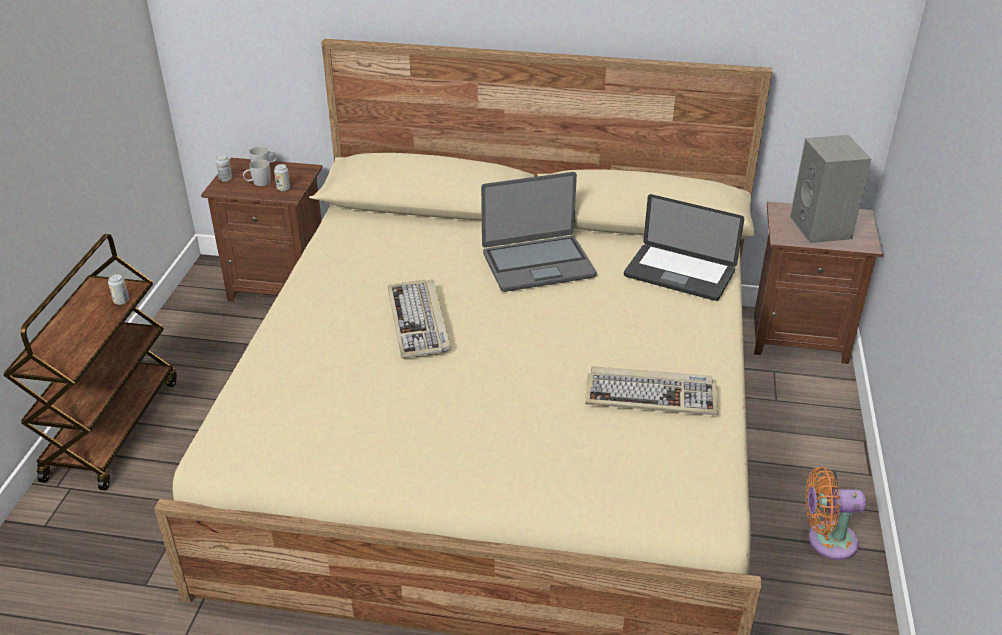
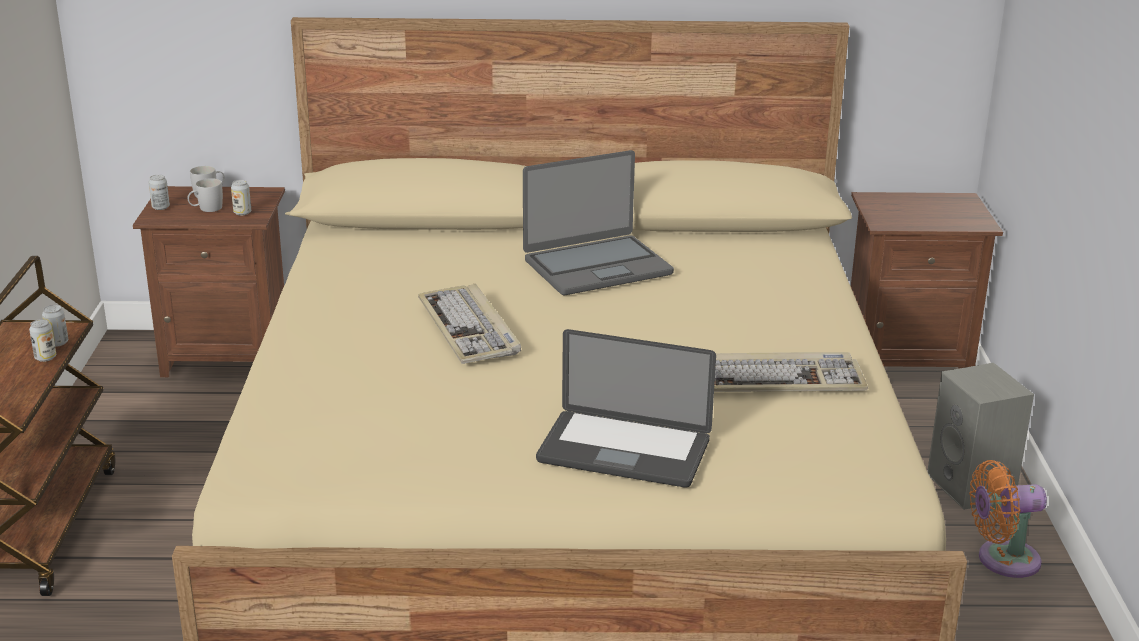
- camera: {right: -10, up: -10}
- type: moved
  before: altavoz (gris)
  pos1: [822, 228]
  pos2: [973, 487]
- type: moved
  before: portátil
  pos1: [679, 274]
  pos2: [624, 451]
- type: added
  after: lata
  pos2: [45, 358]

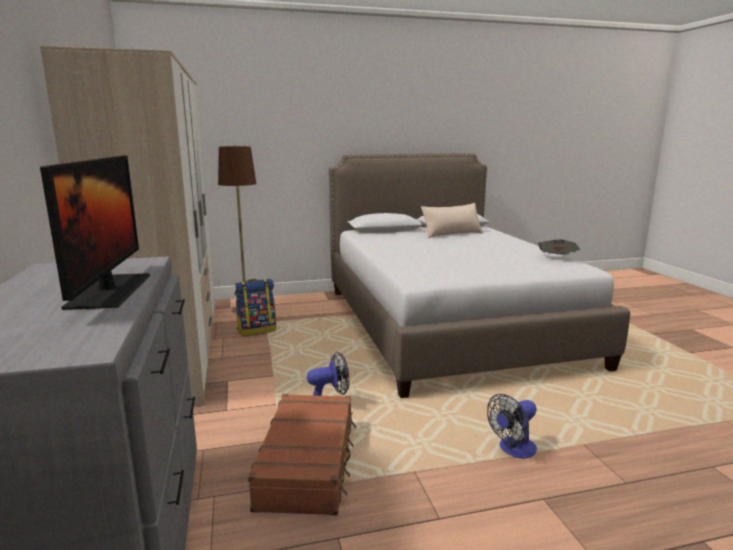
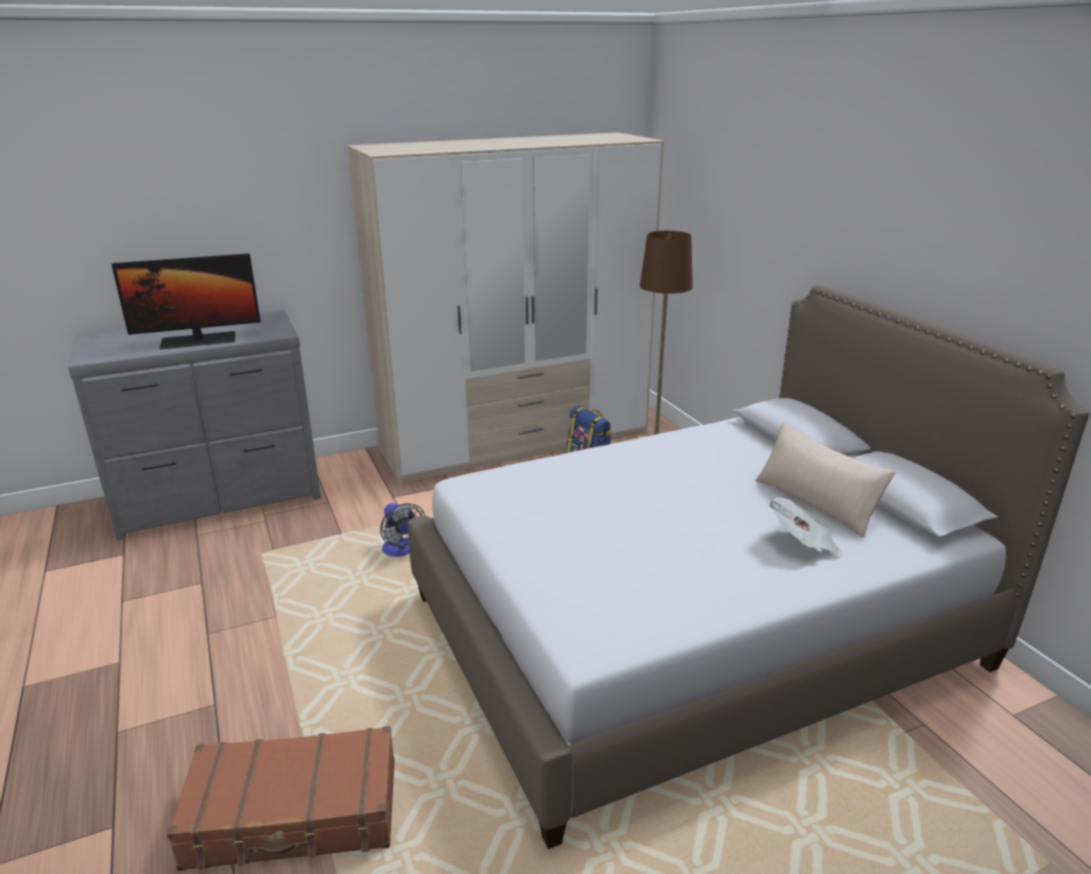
- camera: {right: 80, up: 10}
- type: moved
  before: periódico
  pos1: [557, 258]
  pos2: [802, 544]
- type: moved
  before: maleta (marrón)
  pos1: [308, 463]
  pos2: [294, 815]
- type: removed
  before: ventilador
  pos1: [513, 450]

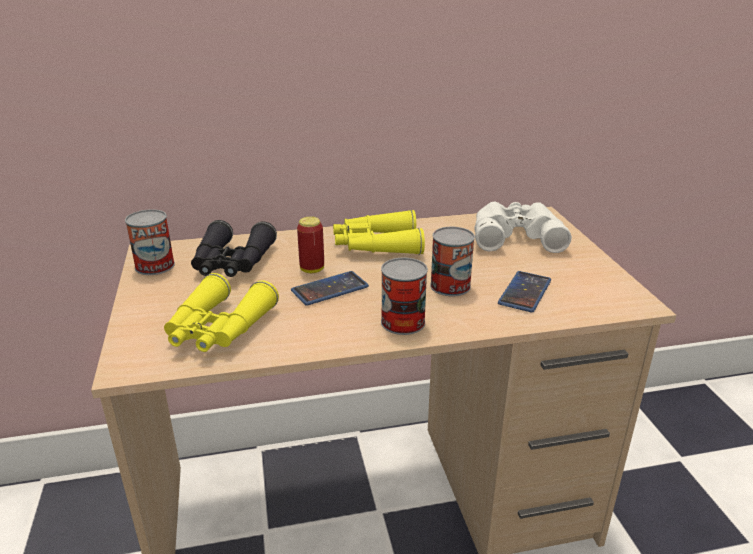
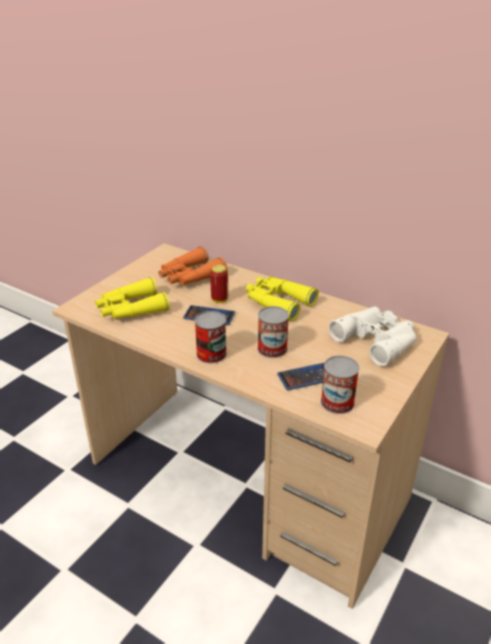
- camera: {right: 45, up: 5}
- type: moved
  before: lata
  pos1: [155, 266]
  pos2: [337, 402]
- type: recoloured
  before: prismáticos (negro)
  after: prismáticos (naranja)
  pos1: [232, 263]
  pos2: [190, 276]

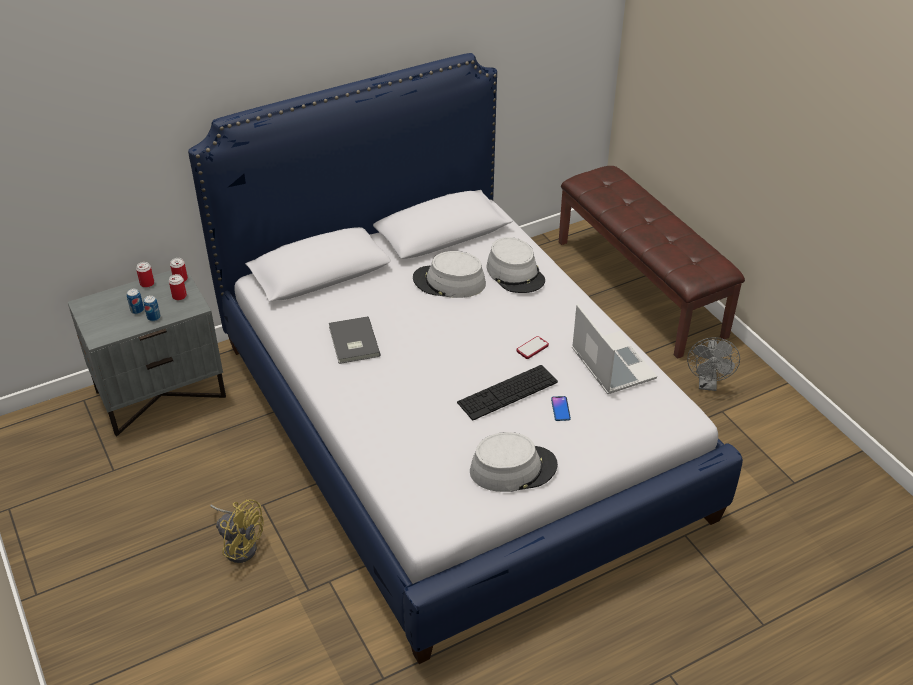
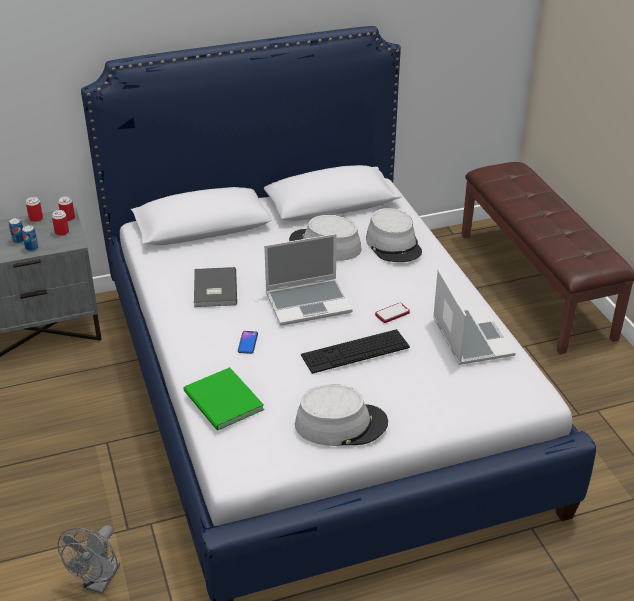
- camera: {right: 10, up: -5}
- type: moved
  before: ventilador (gris)
  pos1: [707, 384]
  pos2: [99, 582]
- type: moved
  before: móvil
  pos1: [560, 409]
  pos2: [248, 343]
- type: removed
  before: ventilador (amarillo)
  pos1: [240, 544]
- type: added
  after: portátil
  pos2: [309, 302]
- type: added
  after: libro (verde)
  pos2: [223, 402]

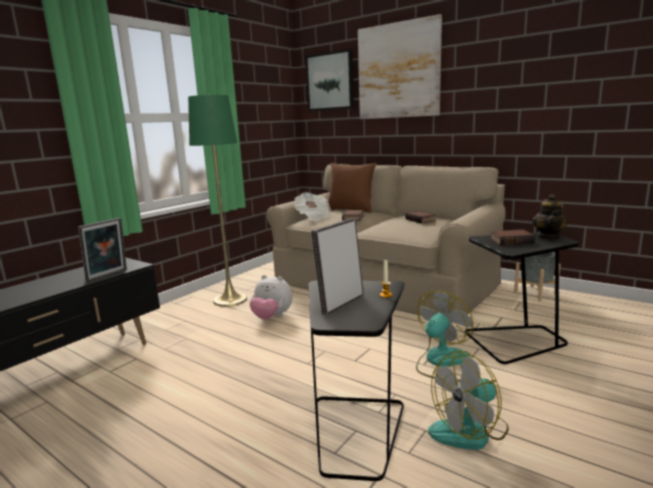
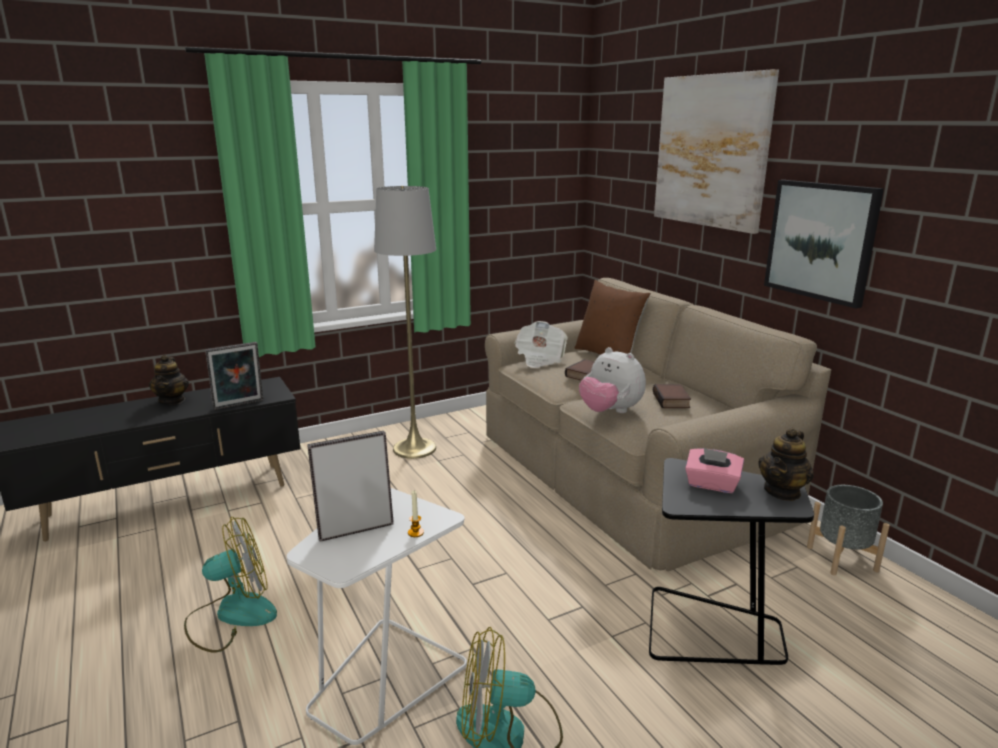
- camera: {right: 25, up: 5}
- type: moved
  before: cuadro
  pos1: [330, 81]
  pos2: [821, 241]
- type: recoloured
  before: lámpara de pie (verde)
  after: lámpara de pie (gris)
  pos1: [230, 300]
  pos2: [414, 448]
- type: replaced
  before: libro
  after: caja de pañuelos (rosa)
  pos1: [511, 241]
  pos2: [712, 485]
- type: moved
  before: peluche
  pos1: [272, 317]
  pos2: [610, 412]
- type: recoloured
  before: mesa auxiliar (negro)
  after: mesa auxiliar (blanco)
  pos1: [356, 433]
  pos2: [384, 679]
- type: moved
  before: ventilador
  pos1: [442, 362]
  pos2: [231, 615]
- type: added
  after: tetera
  pos2: [172, 400]

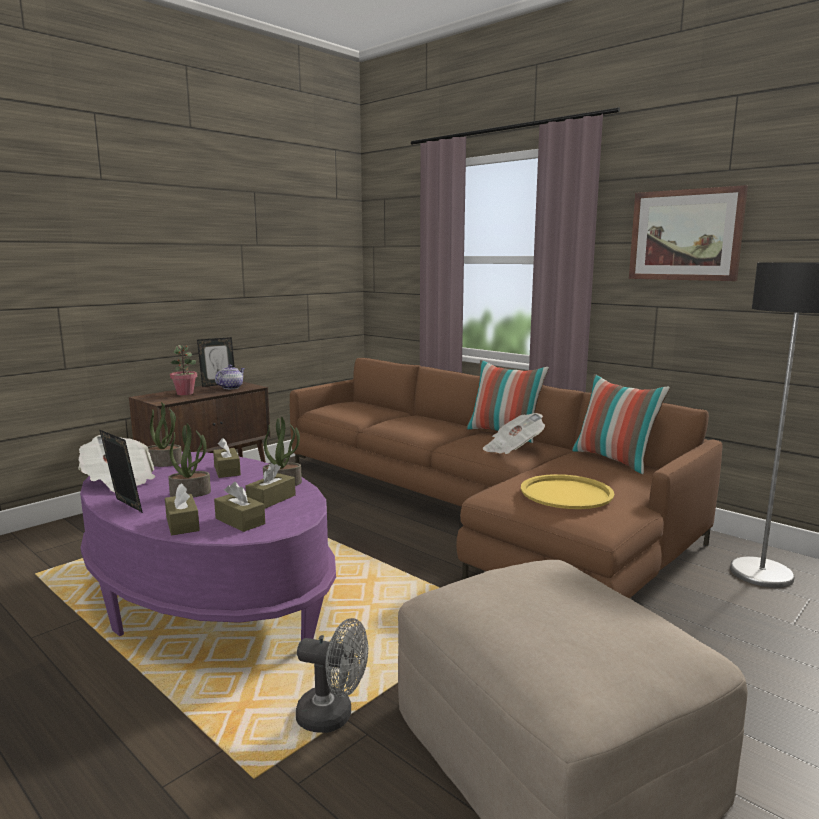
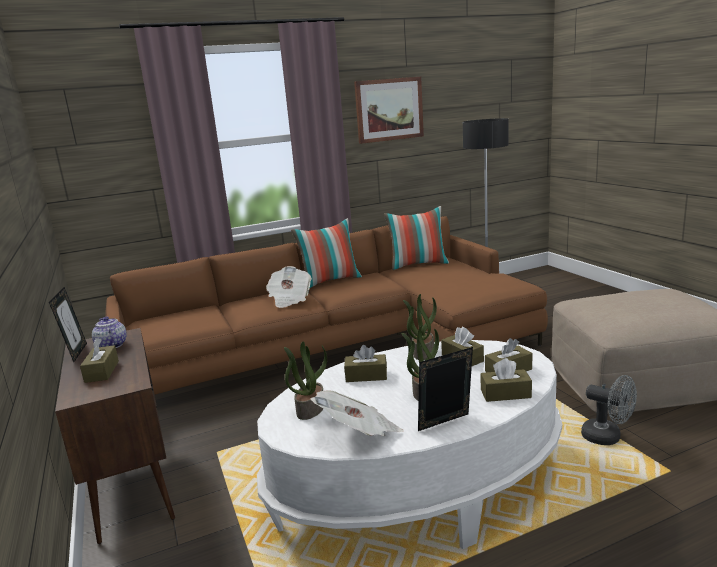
- camera: {right: -65, up: 5}
- type: replaced
  before: planta en maceta
  after: caja de pañuelos (marrón)
  pos1: [185, 393]
  pos2: [102, 371]
- type: moved
  before: periódico
  pos1: [512, 449]
  pos2: [289, 299]
- type: recoloured
  before: mesa de centro (morado)
  after: mesa de centro (blanco)
  pos1: [208, 596]
  pos2: [418, 487]
- type: removed
  before: bandeja (amarillo)
  pos1: [566, 493]
- type: turned
  before: ventilador (gris)
  pos1: [333, 716]
  pos2: [607, 437]
  turn: 90

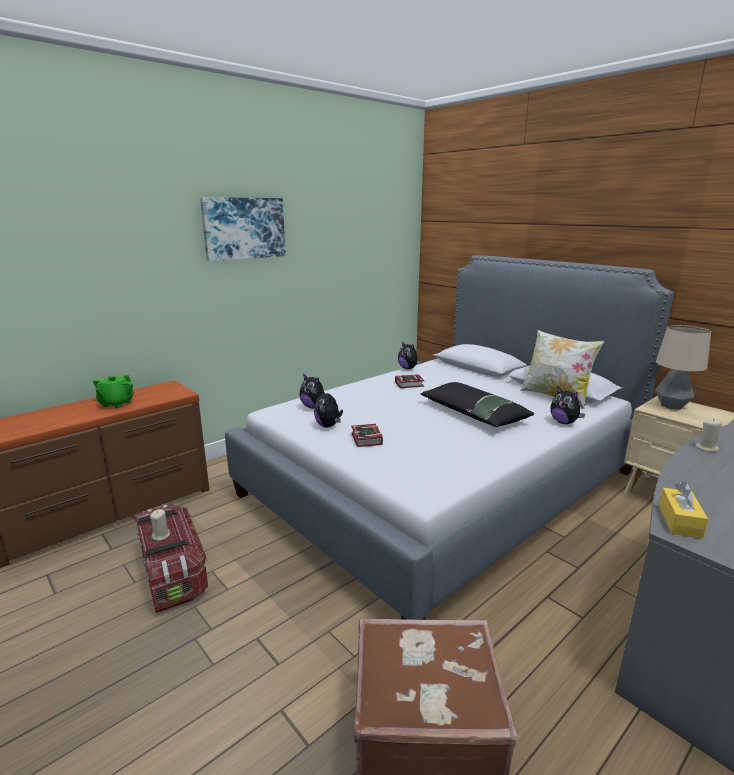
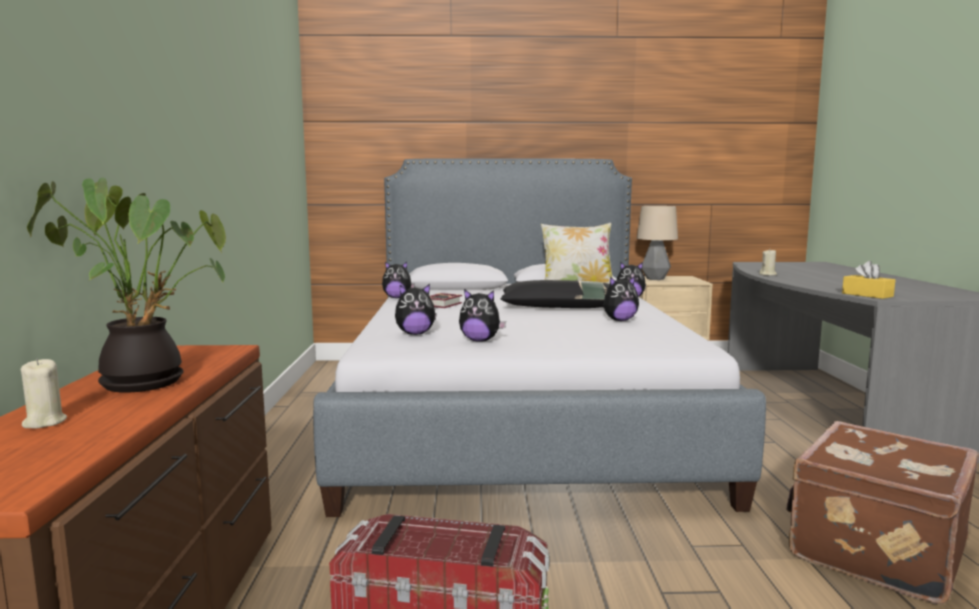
- camera: {right: -50, up: -10}
- type: removed
  before: cuadro
  pos1: [244, 228]
- type: replaced
  before: tetera (verde)
  after: planta en maceta
  pos1: [116, 404]
  pos2: [147, 381]
- type: removed
  before: libro
  pos1: [366, 439]
- type: moved
  before: vela (beis)
  pos1: [161, 535]
  pos2: [44, 422]
- type: added
  after: peluche
  pos2: [619, 320]

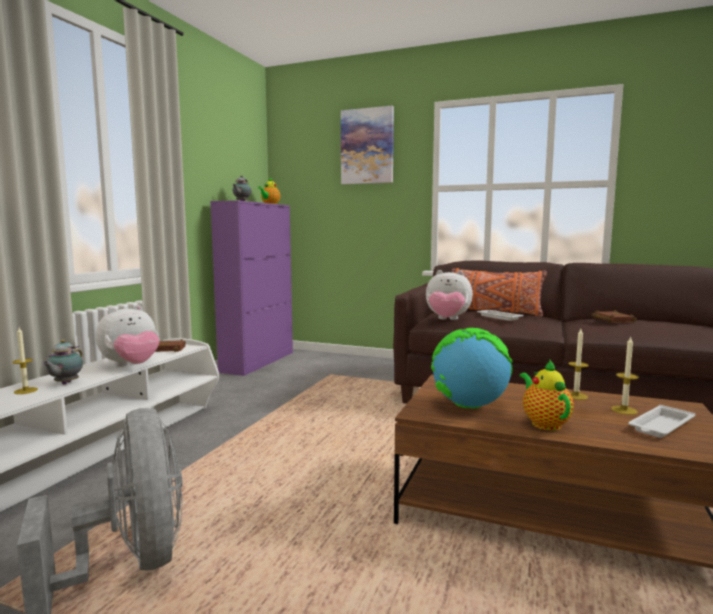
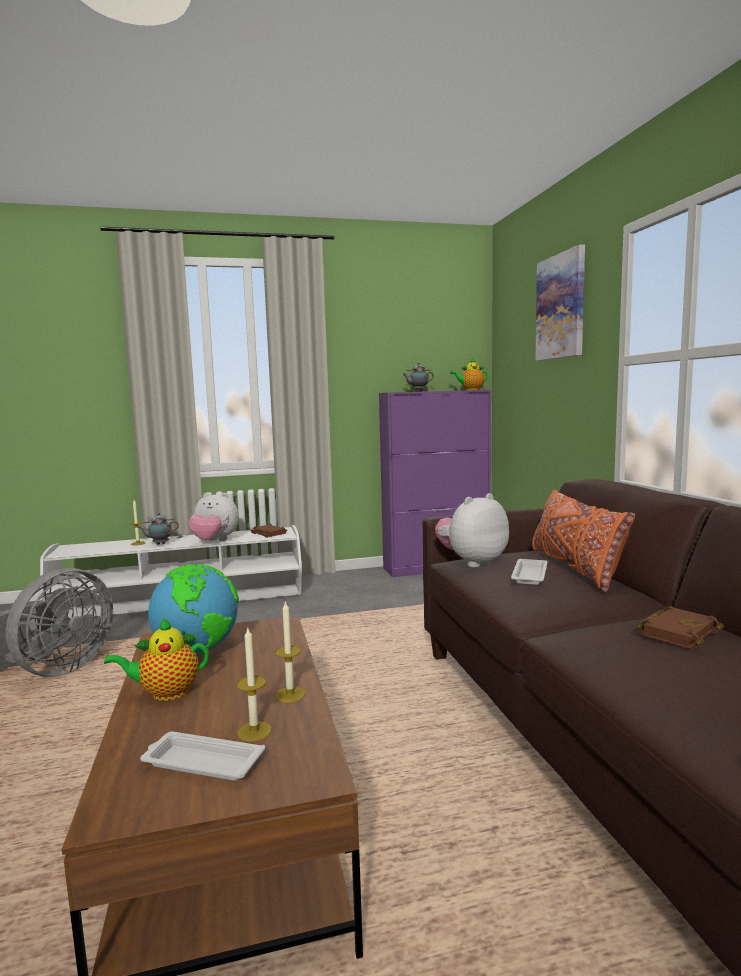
- camera: {right: 55, up: 0}
- type: turned
  before: peluche
  pos1: [447, 320]
  pos2: [472, 562]
  turn: 75
- type: turned
  before: tetera
  pos1: [544, 423]
  pos2: [165, 693]
  turn: -150

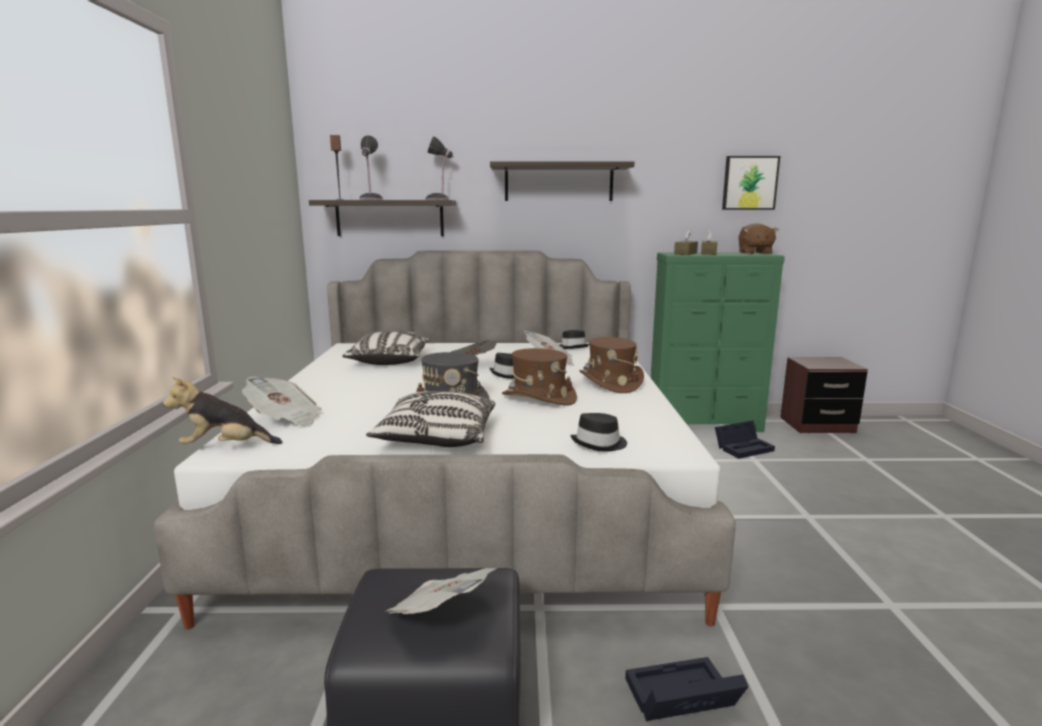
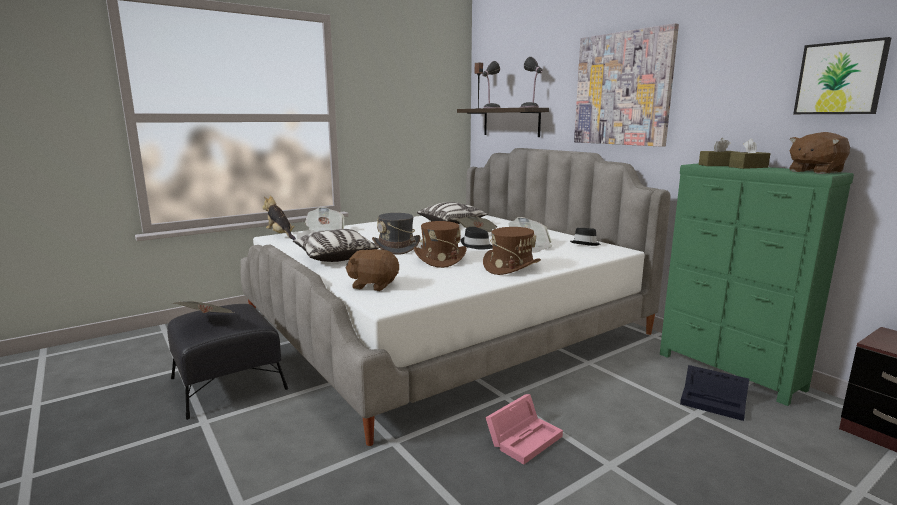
- camera: {right: 55, up: 0}
- type: replaced
  before: estante
  after: cuadro
  pos1: [558, 182]
  pos2: [623, 89]
- type: replaced
  before: sombrero (negro)
  after: peluche (marrón)
  pos1: [600, 443]
  pos2: [373, 285]
- type: removed
  before: caja de almacenaje (negro)
  pos1: [679, 700]
- type: added
  after: caja de almacenaje (rosa)
  pos2: [524, 437]

